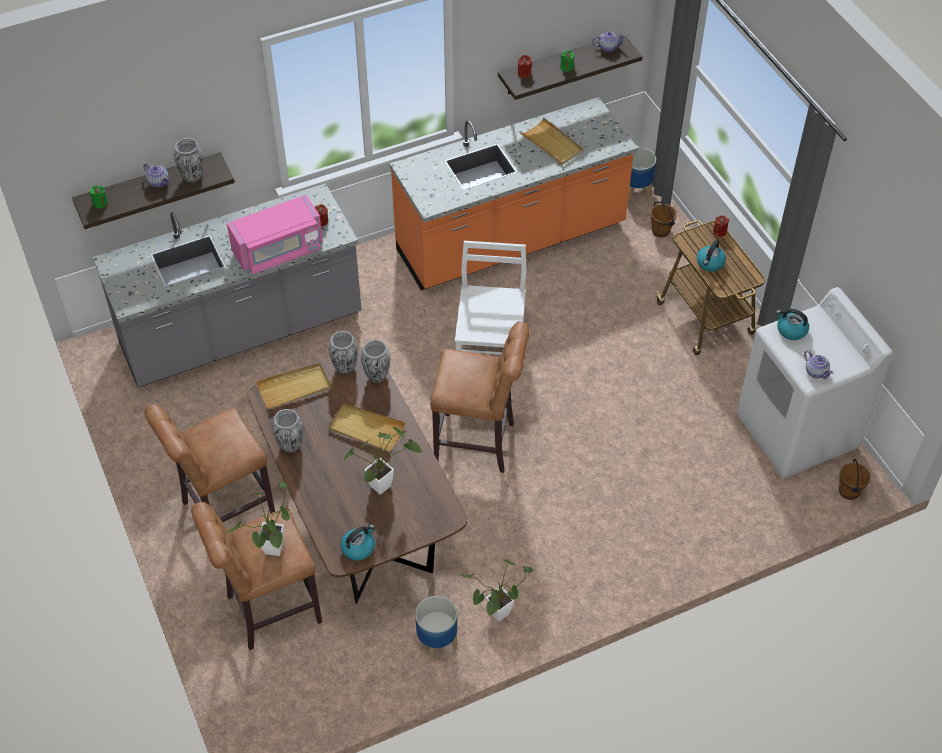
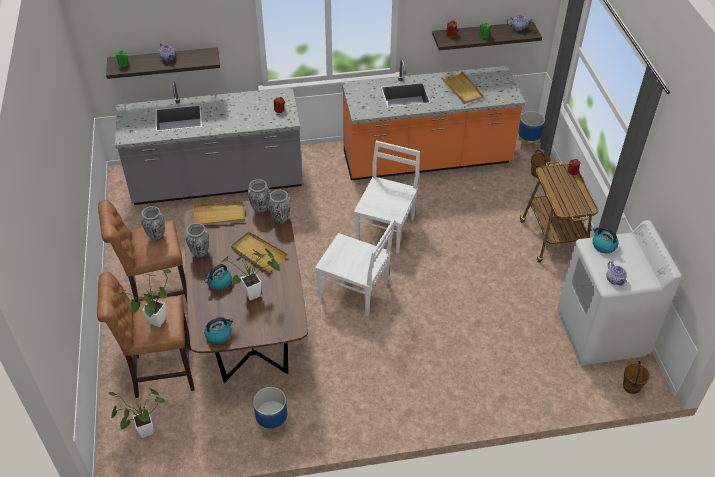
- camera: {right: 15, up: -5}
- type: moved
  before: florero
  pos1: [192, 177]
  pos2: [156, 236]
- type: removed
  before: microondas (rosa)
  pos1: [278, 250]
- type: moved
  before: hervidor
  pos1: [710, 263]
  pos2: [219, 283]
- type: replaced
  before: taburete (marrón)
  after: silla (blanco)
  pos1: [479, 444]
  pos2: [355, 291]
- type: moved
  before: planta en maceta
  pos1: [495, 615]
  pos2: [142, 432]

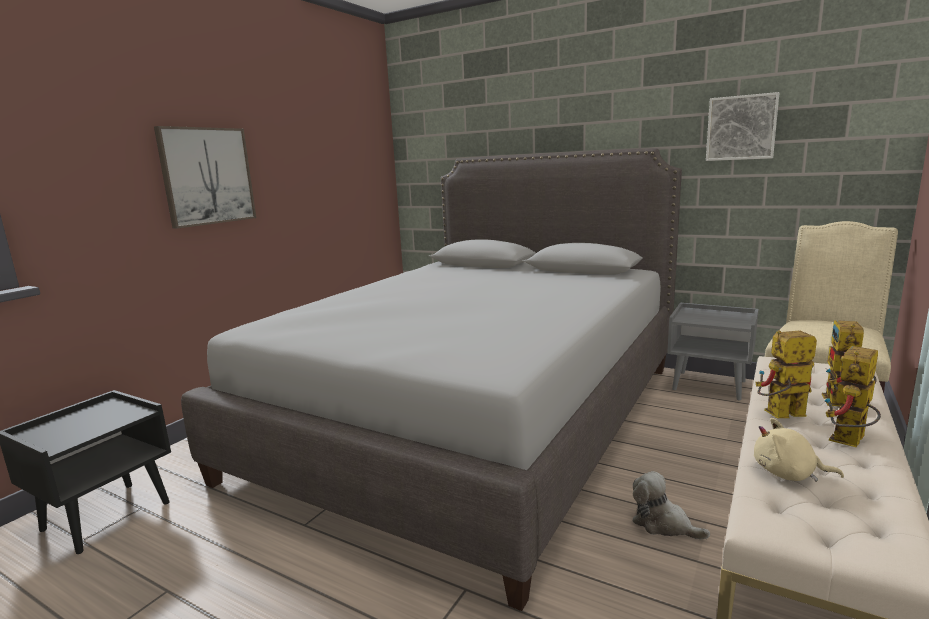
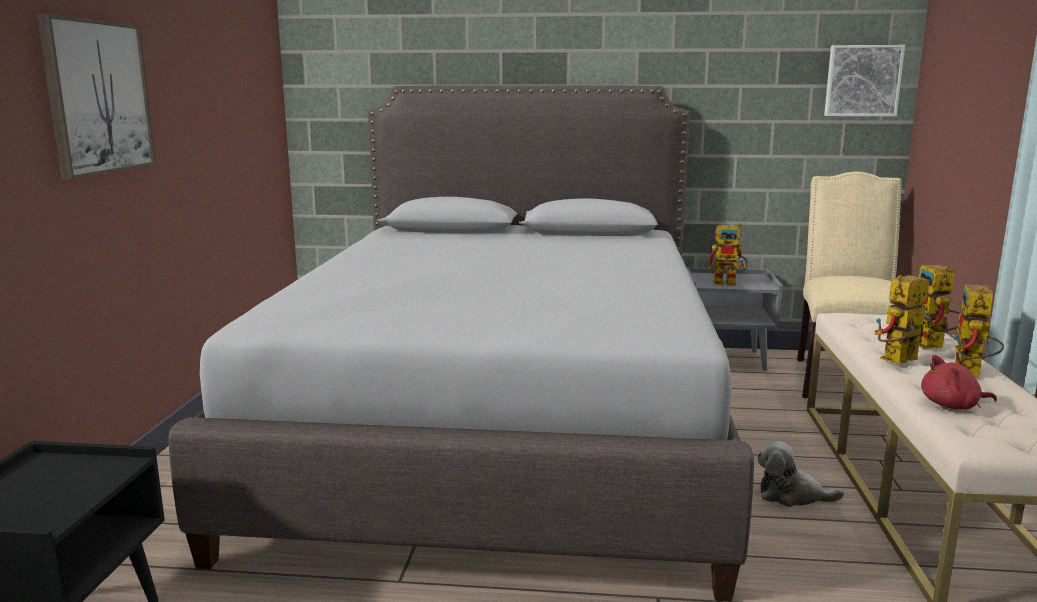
- camera: {right: -25, up: 0}
- type: moved
  before: cuadro
  pos1: [741, 128]
  pos2: [862, 81]
- type: recoloured
  before: peluche (beis)
  after: peluche (rojo)
  pos1: [788, 474]
  pos2: [952, 406]
- type: added
  after: robot de juguete
  pos2: [729, 283]

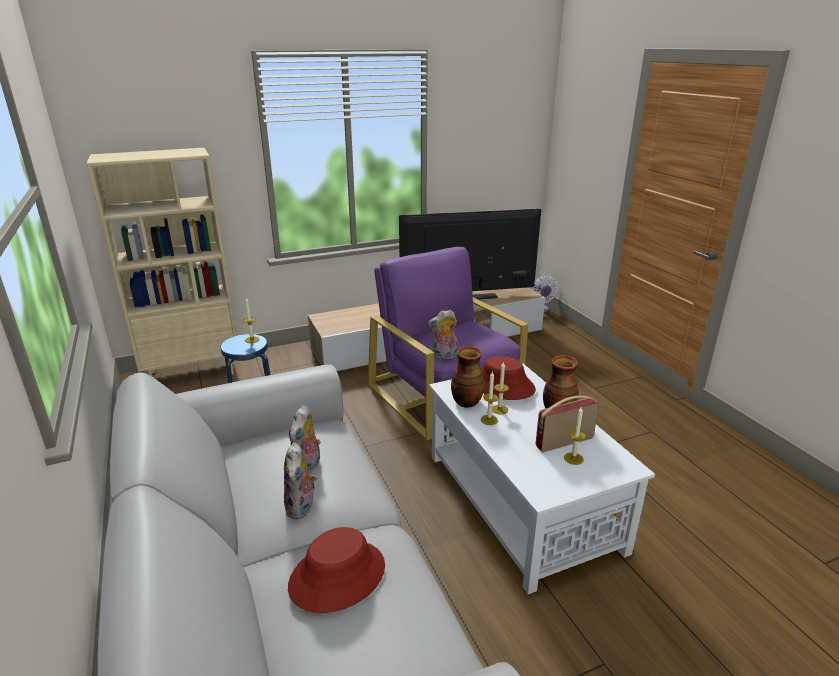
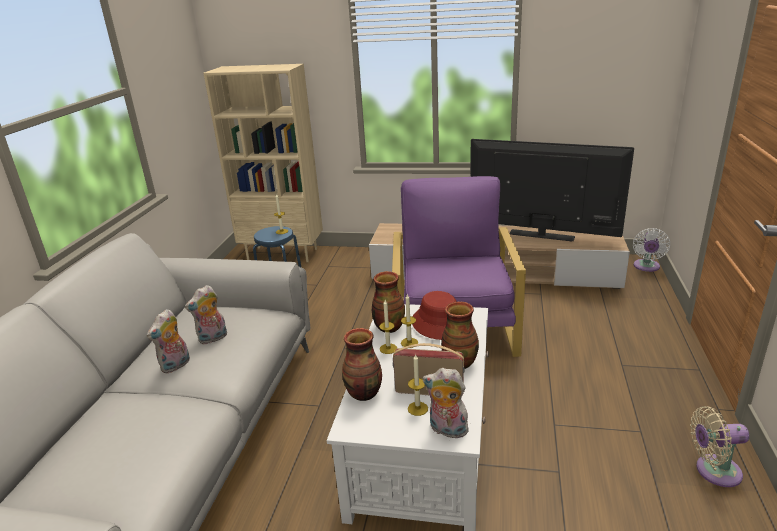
- camera: {right: 35, up: 0}
- type: moved
  before: peluche
  pos1: [444, 356]
  pos2: [446, 430]
- type: removed
  before: sombrero (rojo)
  pos1: [337, 576]
- type: added
  after: florero
  pos2: [364, 393]
- type: added
  after: ventilador (beis)
  pos2: [713, 471]

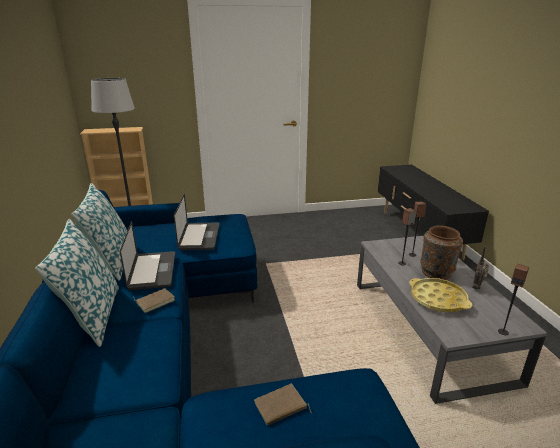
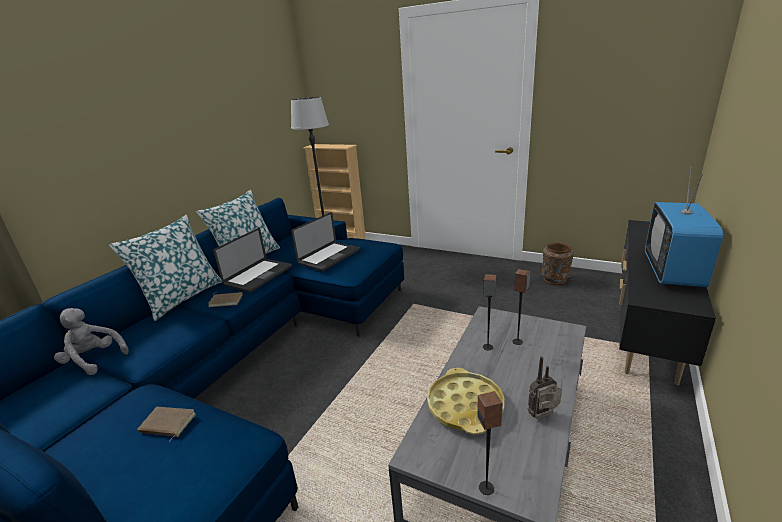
- camera: {right: 40, up: 0}
- type: moved
  before: florero (marrón)
  pos1: [436, 272]
  pos2: [555, 279]
- type: added
  after: televisor
  pos2: [673, 272]
- type: added
  after: peluche (gris)
  pos2: [94, 360]

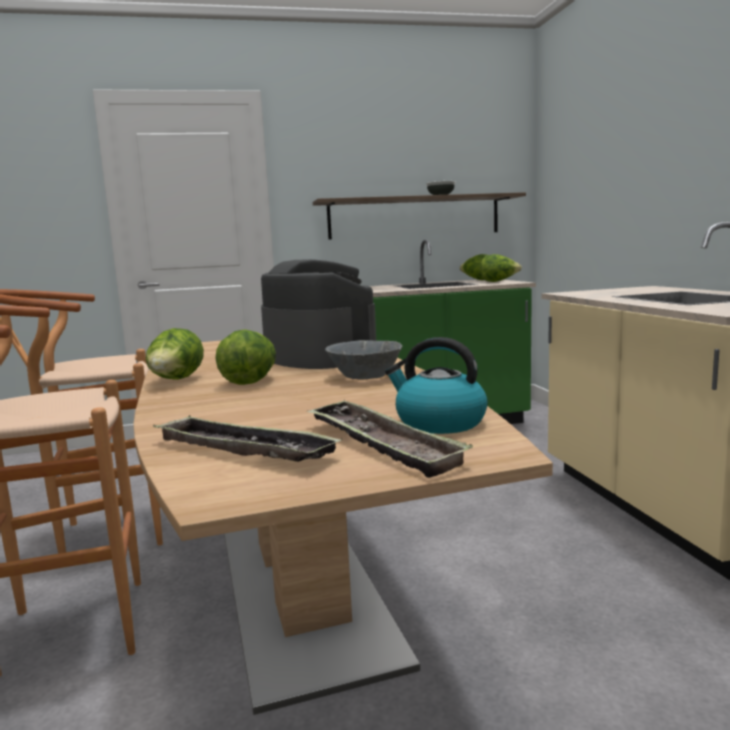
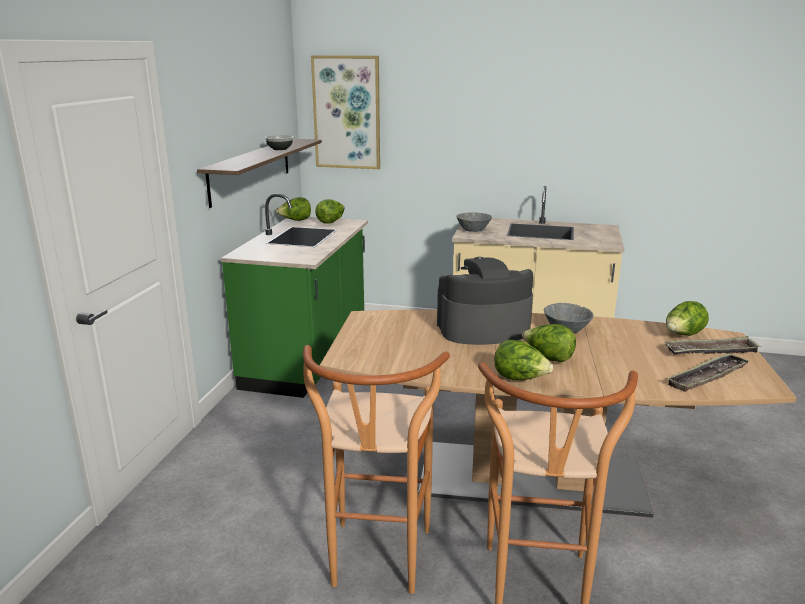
- camera: {right: -65, up: 10}
- type: replaced
  before: hervidor
  after: lechuga
  pos1: [439, 423]
  pos2: [683, 335]
- type: added
  after: cuadro
  pos2: [347, 113]
- type: added
  after: cuenco (gris)
  pos2: [473, 229]

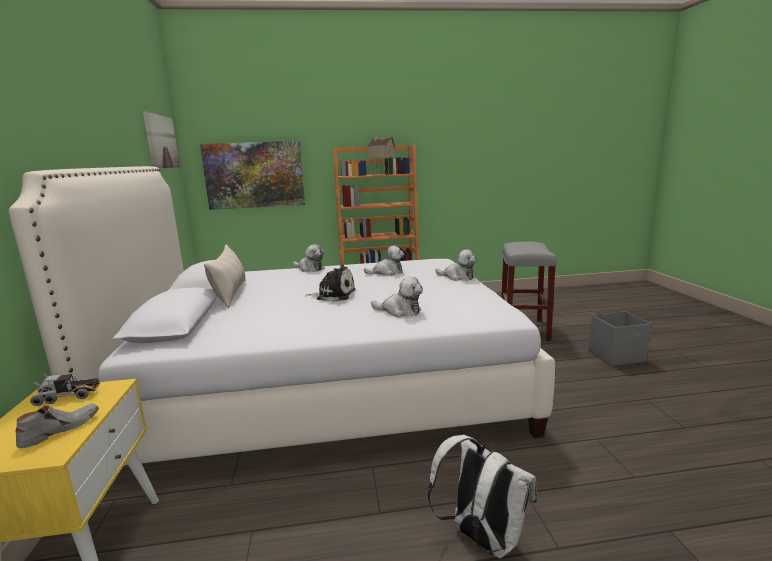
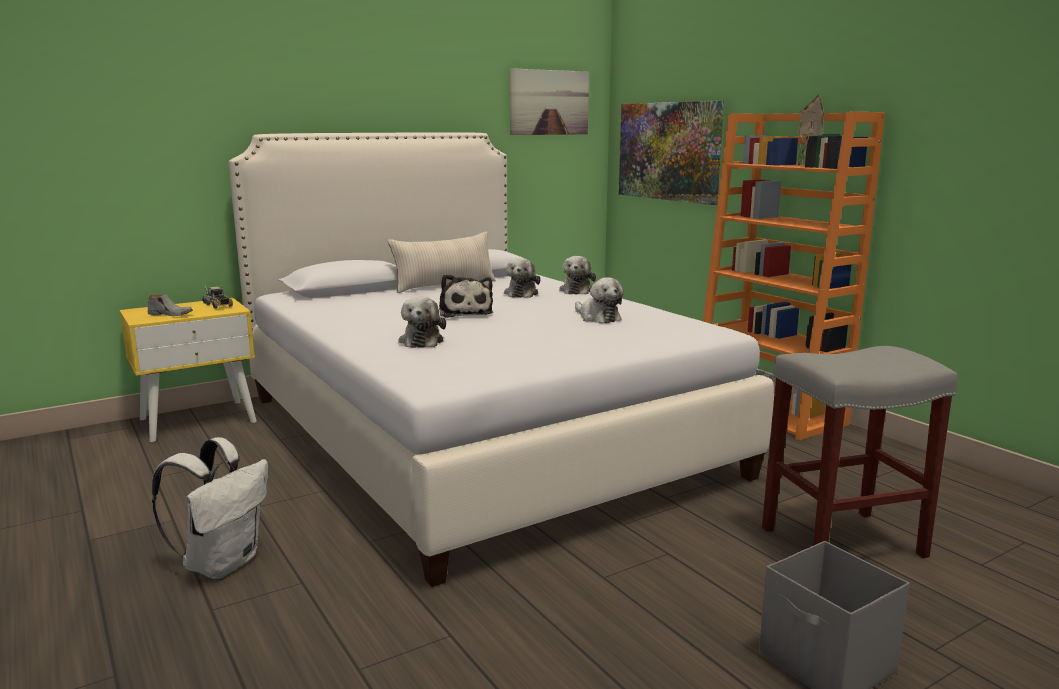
- camera: {right: 65, up: 0}
- type: moved
  before: peluche
  pos1: [458, 277]
  pos2: [521, 293]

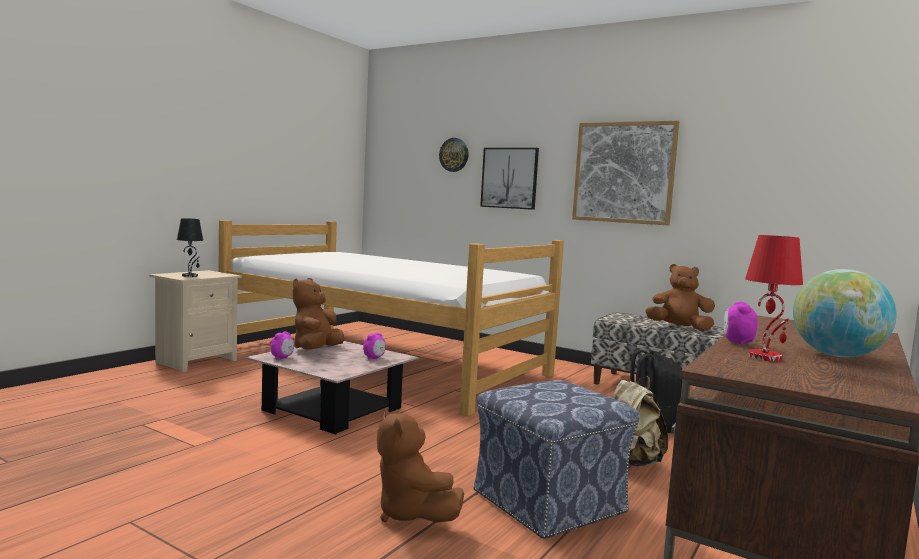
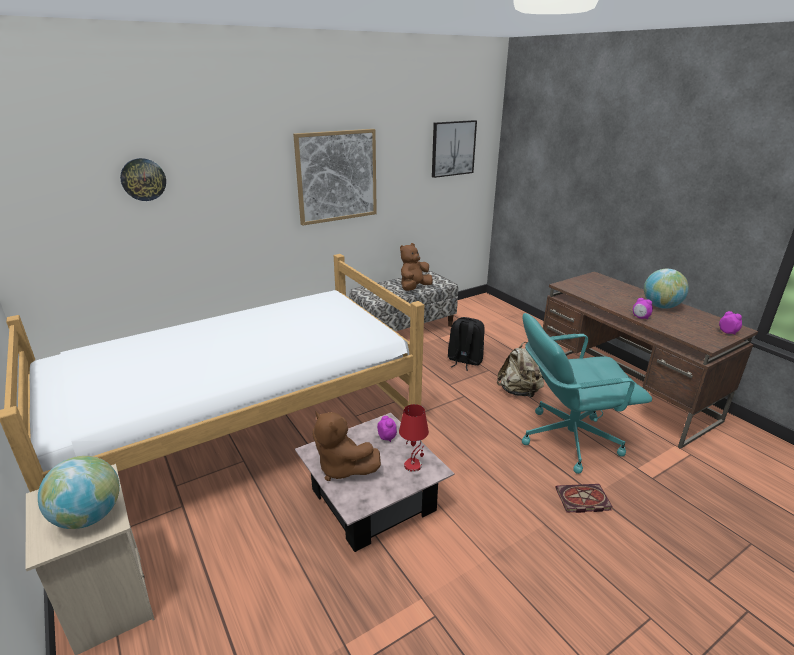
- camera: {right: -65, up: 20}
- type: moved
  before: cuadro
  pos1: [509, 178]
  pos2: [453, 148]
- type: replaced
  before: lámpara de mesa (negro)
  after: globo terráqueo
  pos1: [190, 276]
  pos2: [89, 517]
- type: moved
  before: lámpara de mesa (rojo)
  pos1: [766, 357]
  pos2: [413, 465]
- type: moved
  before: despertador
  pos1: [282, 358]
  pos2: [727, 332]
- type: replaced
  before: puf
  after: silla de oficina (turquesa)
  pos1: [550, 501]
  pos2: [568, 439]
- type: replaced
  before: peluche (marrón)
  after: libro
  pos1: [411, 514]
  pos2: [582, 500]

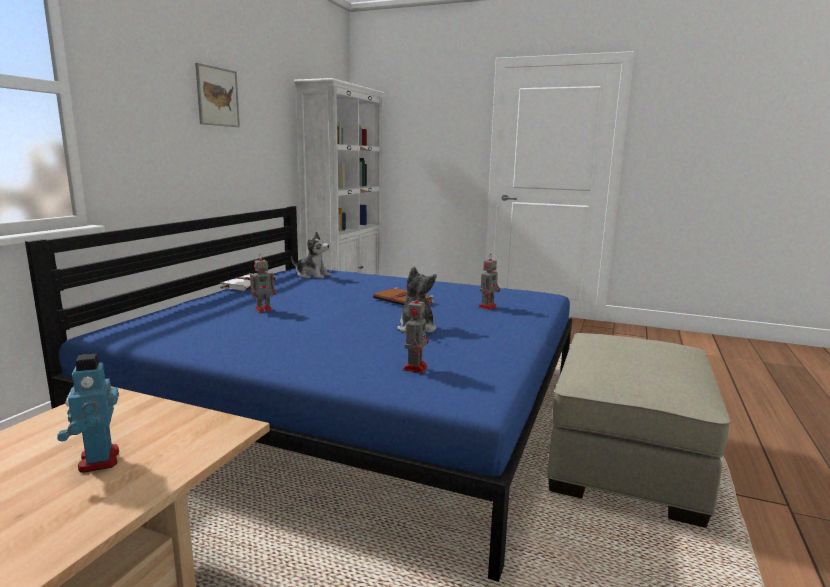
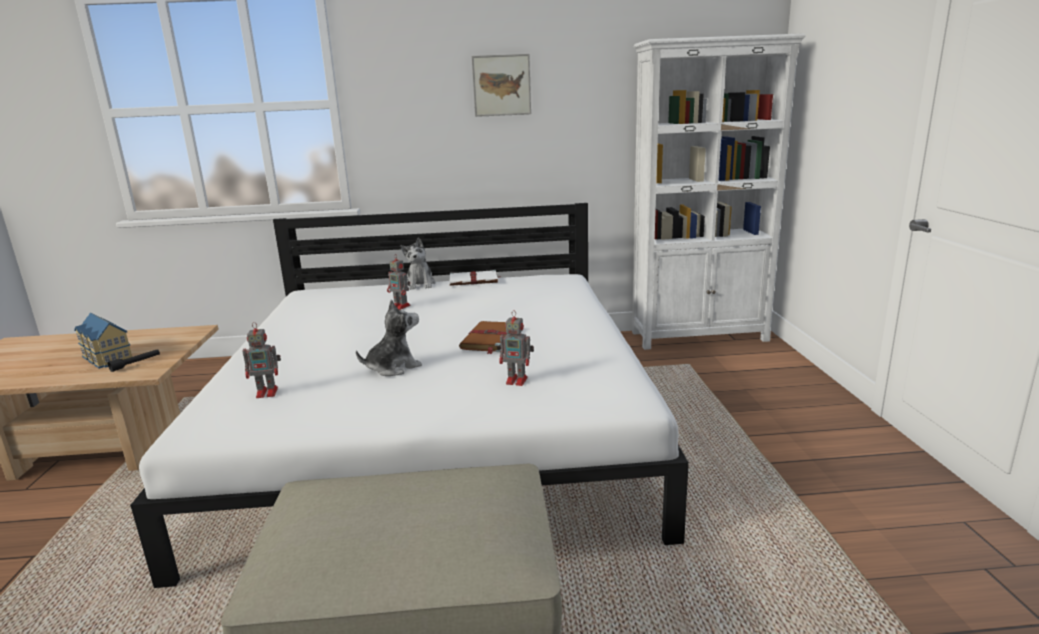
- camera: {right: 65, up: 5}
- type: recoloured
  before: cama (azul)
  after: cama (blanco)
  pos1: [355, 403]
  pos2: [439, 428]
- type: moved
  before: peluche
  pos1: [312, 275]
  pos2: [420, 284]
- type: replaced
  before: robot de juguete
  after: casita
  pos1: [98, 460]
  pos2: [106, 358]
- type: added
  after: linterna (negro)
  pos2: [136, 364]

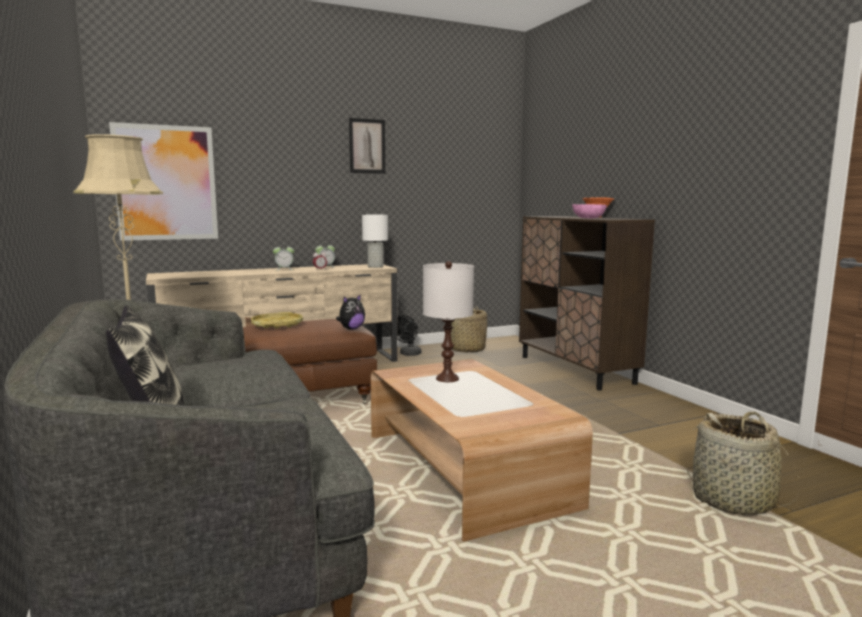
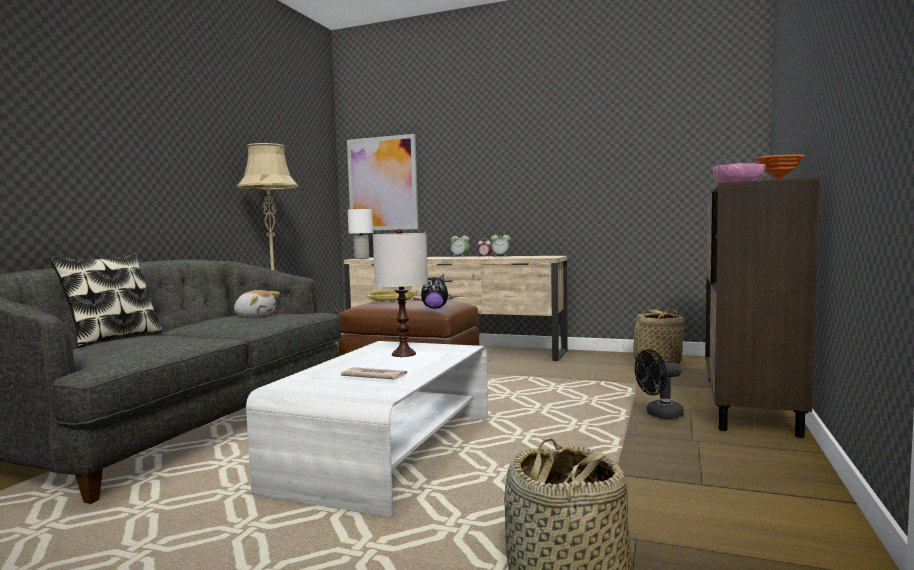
- camera: {right: 45, up: -5}
- type: removed
  before: cuadro
  pos1: [367, 146]
- type: moved
  before: lámpara de mesa (blanco)
  pos1: [375, 266]
  pos2: [361, 258]
- type: moved
  before: ventilador (negro)
  pos1: [408, 354]
  pos2: [659, 415]
- type: recoloured
  before: mesa de centro (marrón)
  after: mesa de centro (blanco)
  pos1: [465, 469]
  pos2: [388, 451]
- type: added
  after: peluche
  pos2: [255, 316]
- type: added
  after: periódico
  pos2: [374, 377]

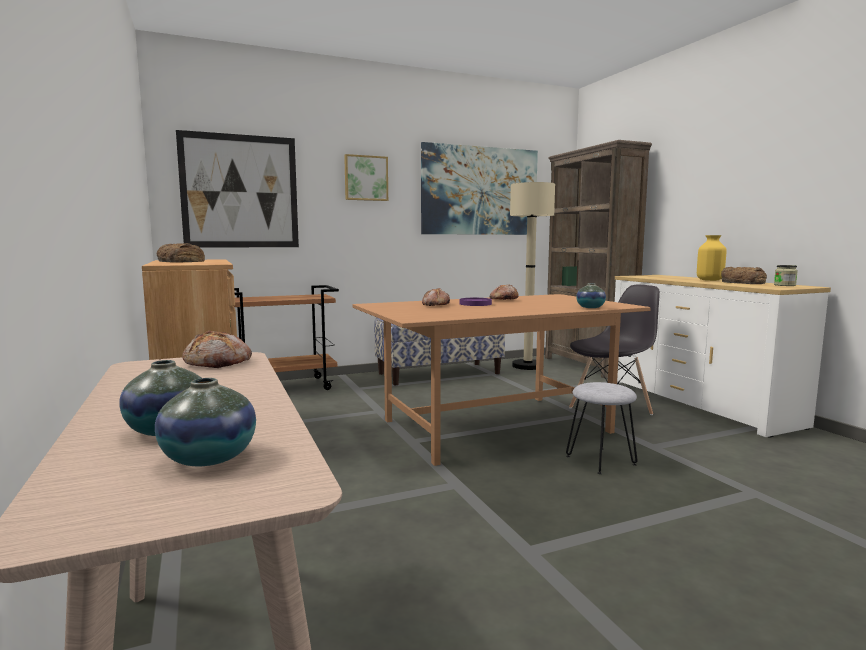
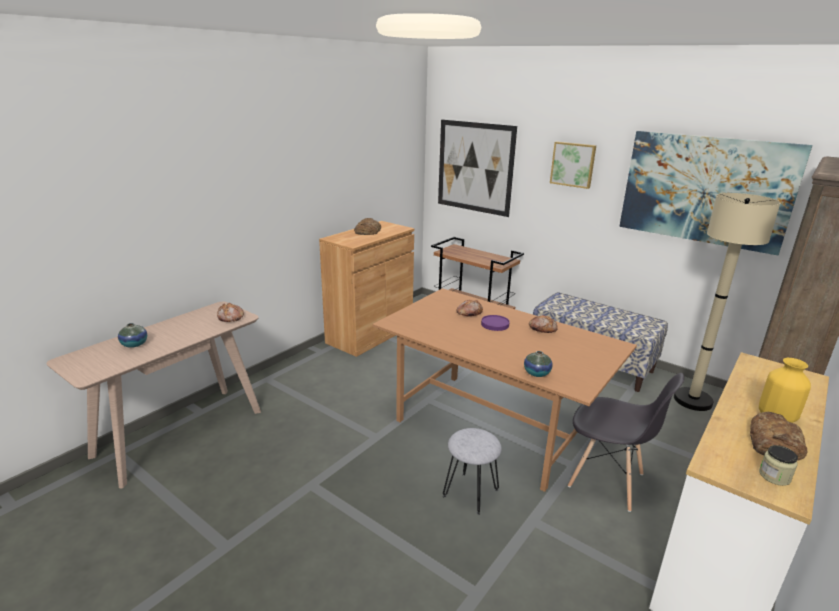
- camera: {right: 60, up: 15}
- type: removed
  before: florero
  pos1: [209, 458]

